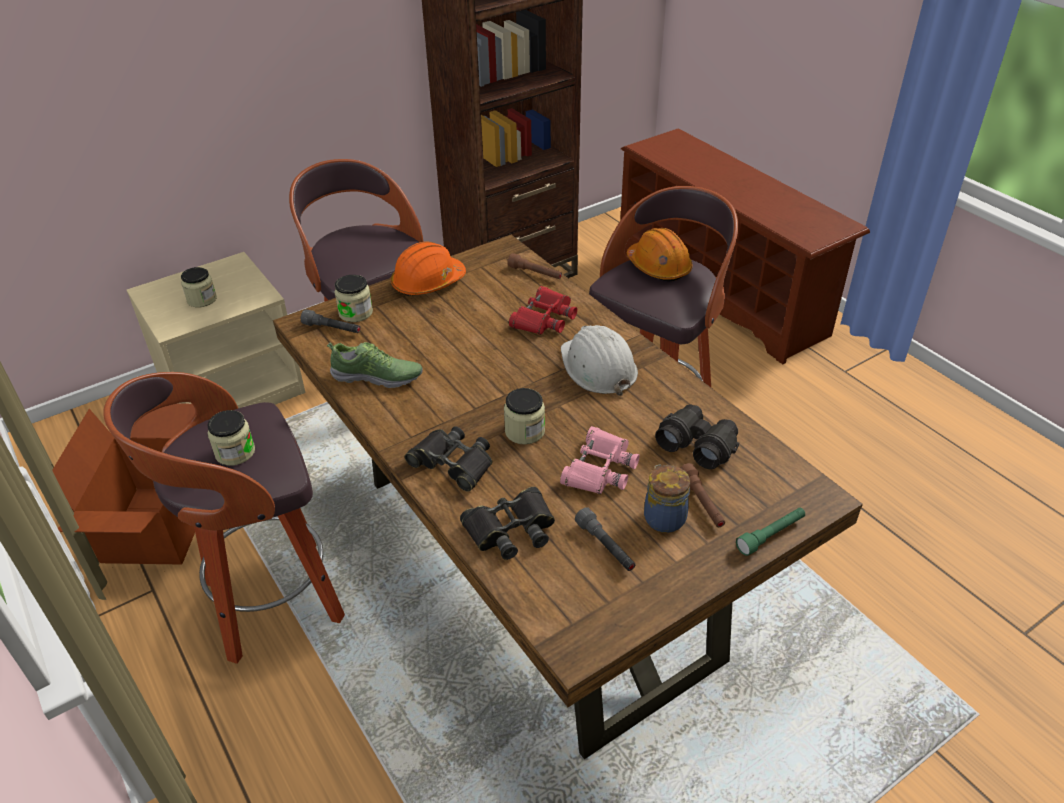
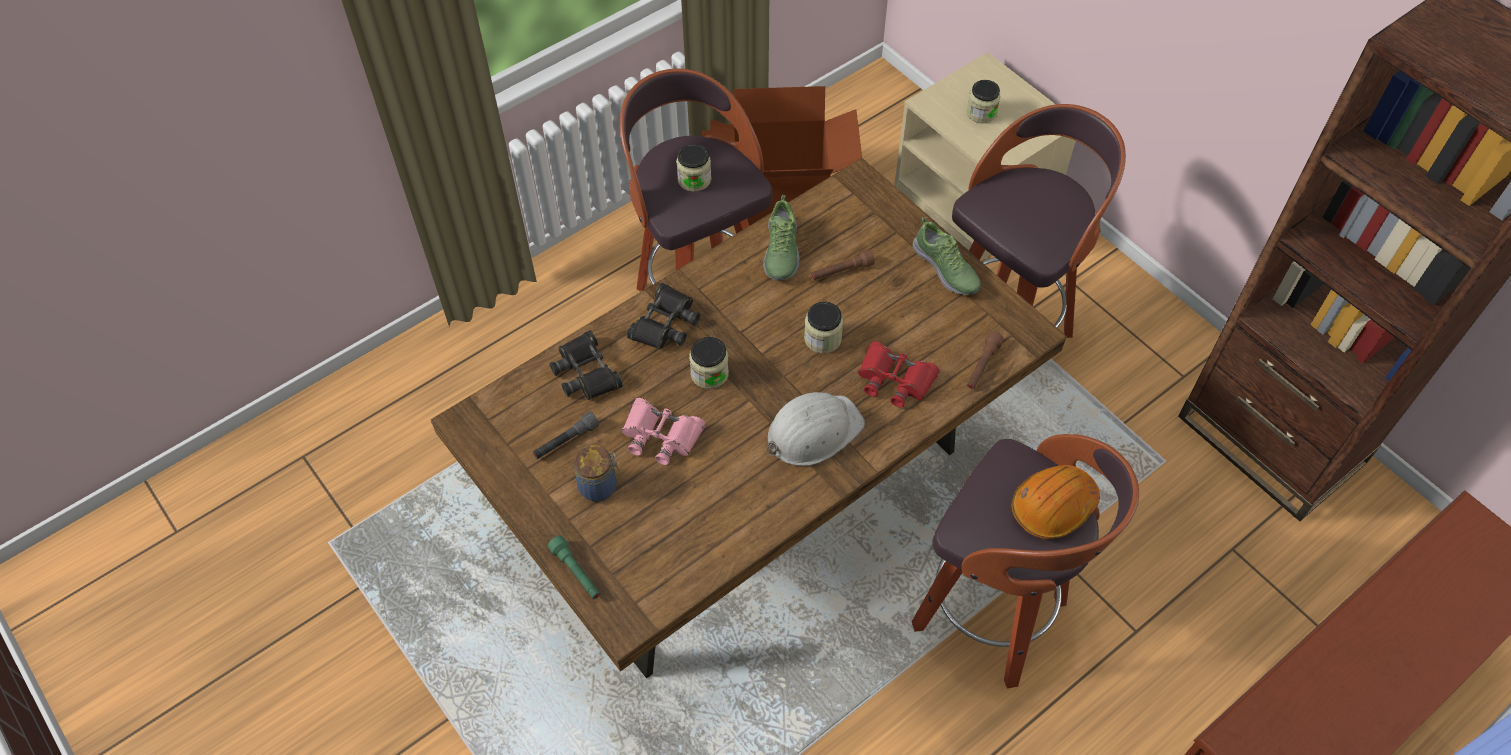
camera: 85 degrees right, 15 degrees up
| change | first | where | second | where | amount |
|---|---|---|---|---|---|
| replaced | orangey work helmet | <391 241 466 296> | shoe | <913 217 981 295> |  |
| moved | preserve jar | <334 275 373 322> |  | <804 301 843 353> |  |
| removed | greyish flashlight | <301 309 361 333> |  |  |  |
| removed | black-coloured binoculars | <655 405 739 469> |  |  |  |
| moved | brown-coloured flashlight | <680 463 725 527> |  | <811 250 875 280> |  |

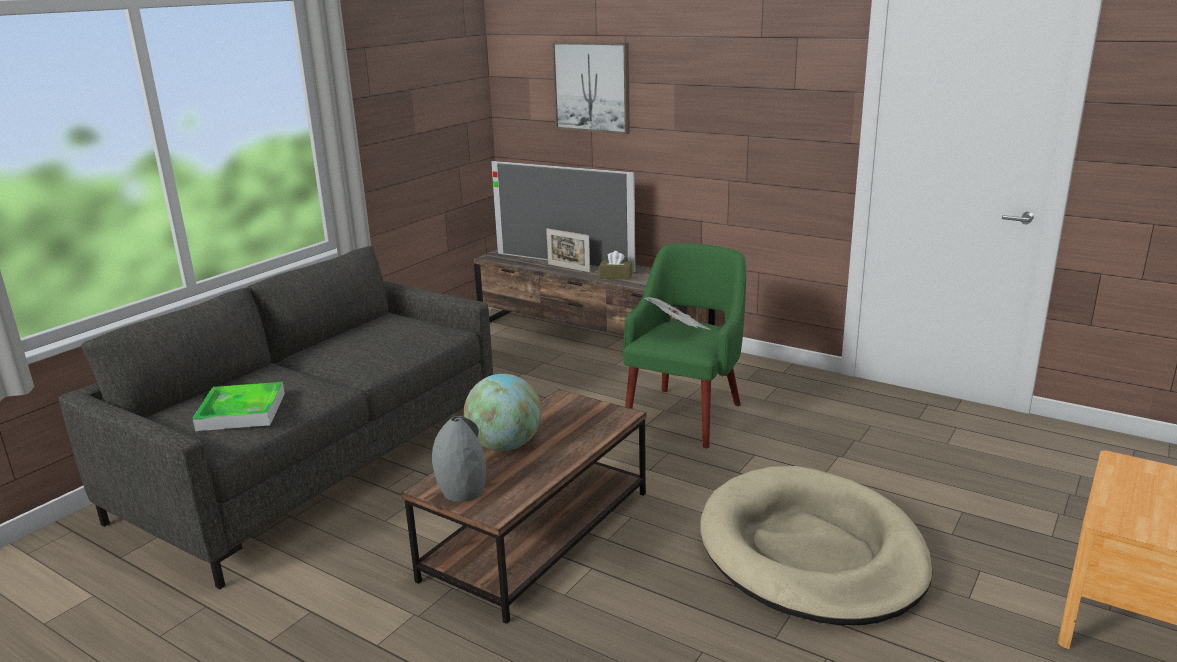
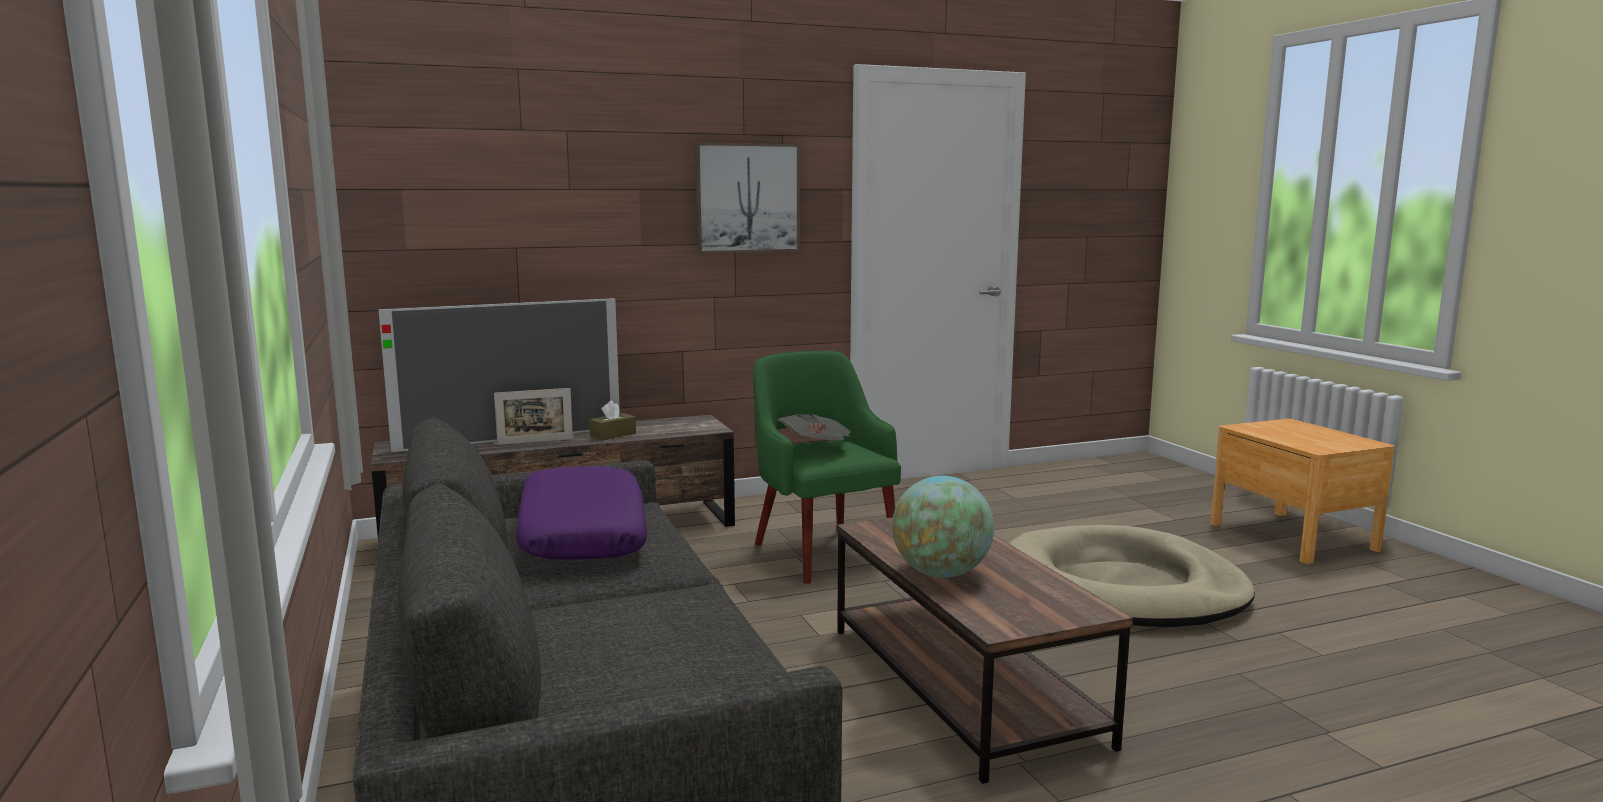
camera: 55 degrees left, 10 degrees down
| change | first | where | second | where | amount |
|---|---|---|---|---|---|
| moved | wall picture | <552 42 630 134> |  | <695 142 800 253> |  |
| removed | carrying tray | <192 382 285 431> |  |  |  |
| removed | greyish decorative vase | <432 416 486 502> |  |  |  |
| added |  |  | purple throw pillow | <516 466 647 560> |  |

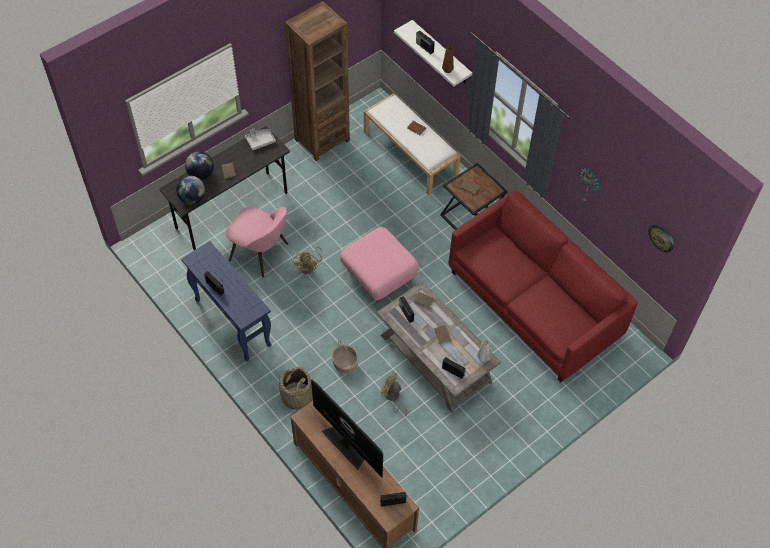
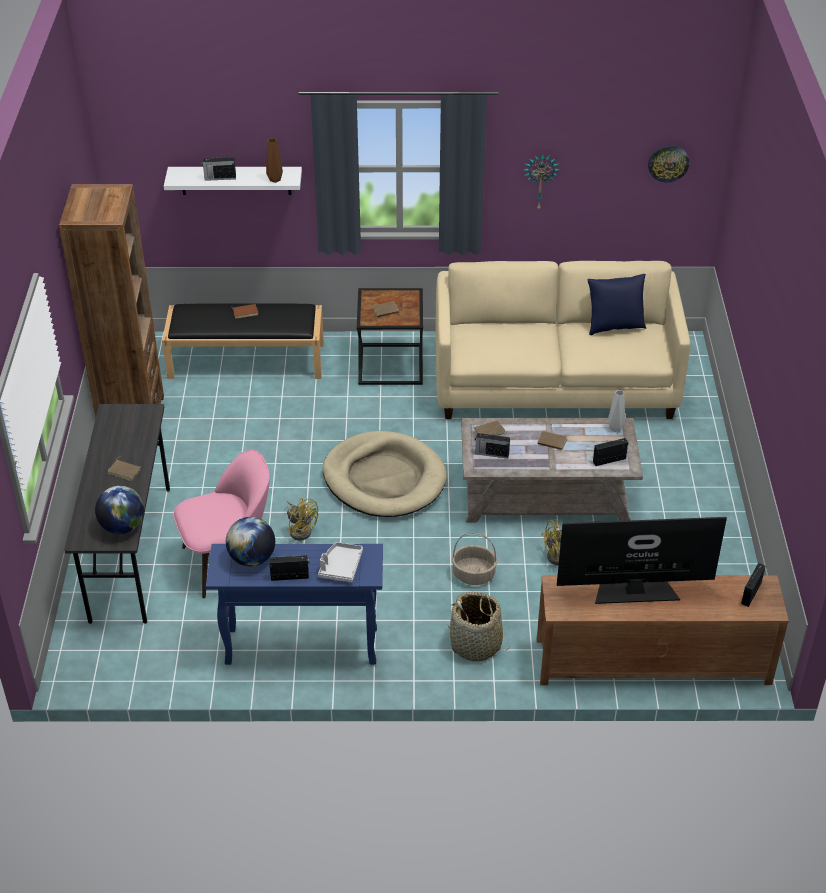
camera: 50 degrees left, 15 degrees down
| change | first | where | second | where | amount |
|---|---|---|---|---|---|
| recoloured | white long seat | <364 93 461 195> | black-coloured long seat | <162 303 324 379> |  |
| moved | greyish carrying tray | <245 128 276 150> |  | <318 542 363 582> |  |
| moved | world globe | <185 152 214 180> |  | <226 517 275 566> |  |
| recoloured | red-coloured couch | <449 190 637 382> | beige-coloured couch | <435 261 690 419> |  |
| replaced | pink ottoman | <340 227 419 305> | beige-coloured pet bed | <323 431 447 517> |  |
| added |  |  | blue-coloured throw pillow | <587 274 646 335> |  |

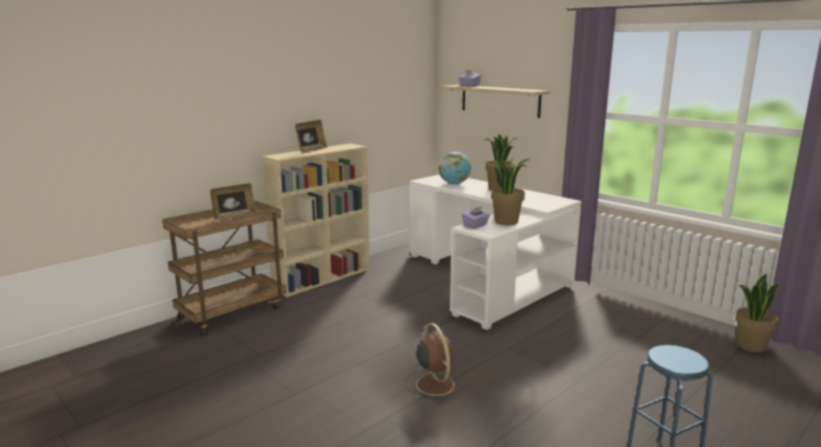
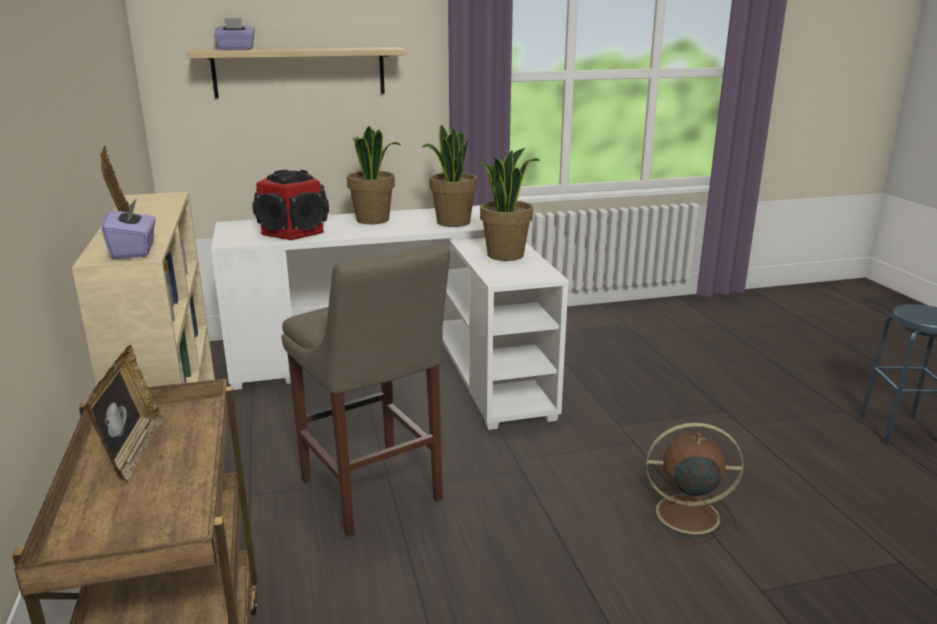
camera: 60 degrees left, 5 degrees up
| change | first | where | second | where | amount |
|---|---|---|---|---|---|
| replaced | world globe | <439 152 471 185> | audio speaker | <252 170 329 240> |  |
| moved | purple box of tissues | <462 206 490 229> |  | <102 198 156 259> |  |
| moved | houseplant | <735 274 782 353> |  | <421 124 477 227> |  |
| added |  |  | beige-coloured stool seat | <282 243 450 537> |  |

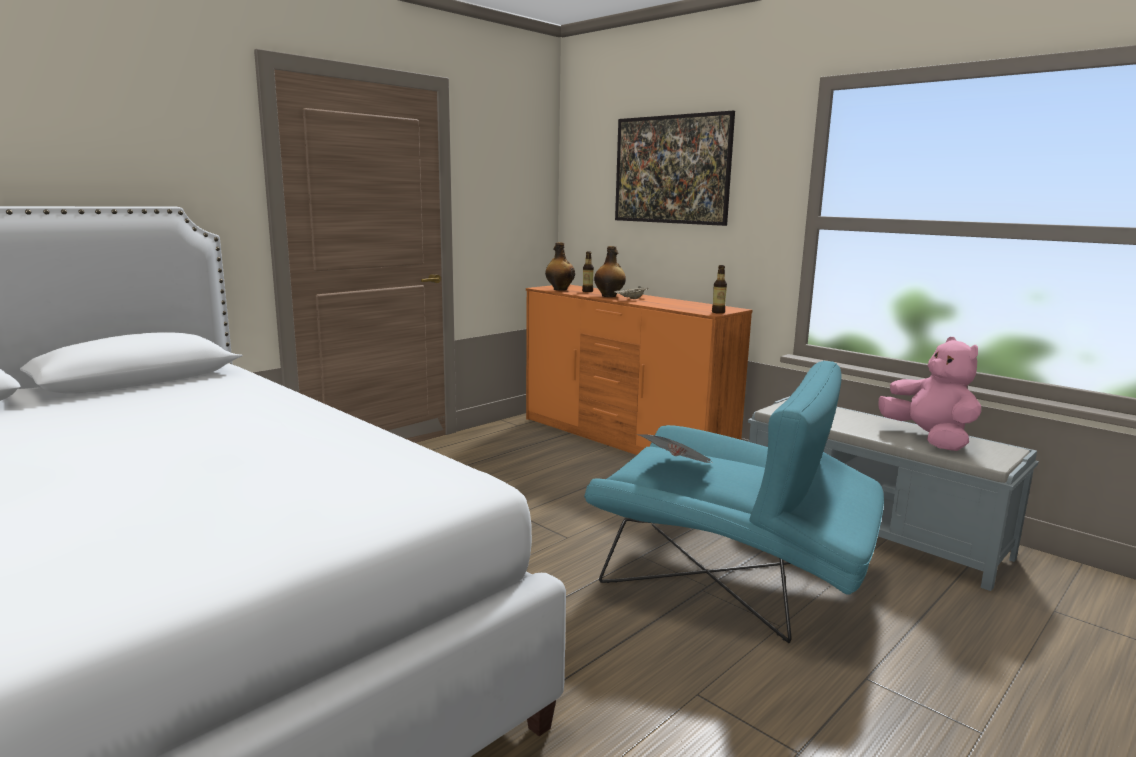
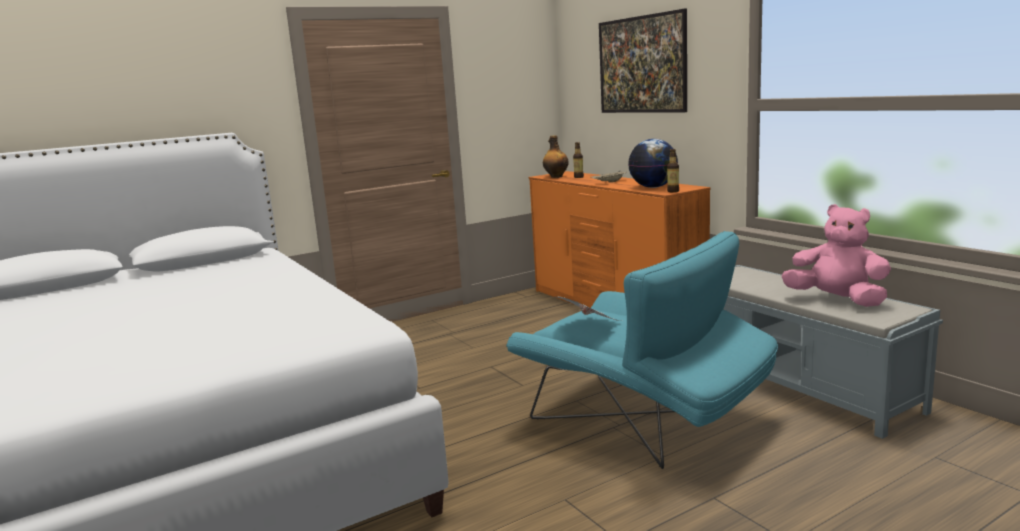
camera: 15 degrees right, 0 degrees up
| change | first | where | second | where | amount |
|---|---|---|---|---|---|
| removed | bottle | <594 246 626 297> |  |  |  |
| turned | pink soft toy | <878 337 981 451> |  | <782 204 891 307> | 45 degrees counterclockwise |
| added |  |  | world globe | <628 139 678 188> |  |

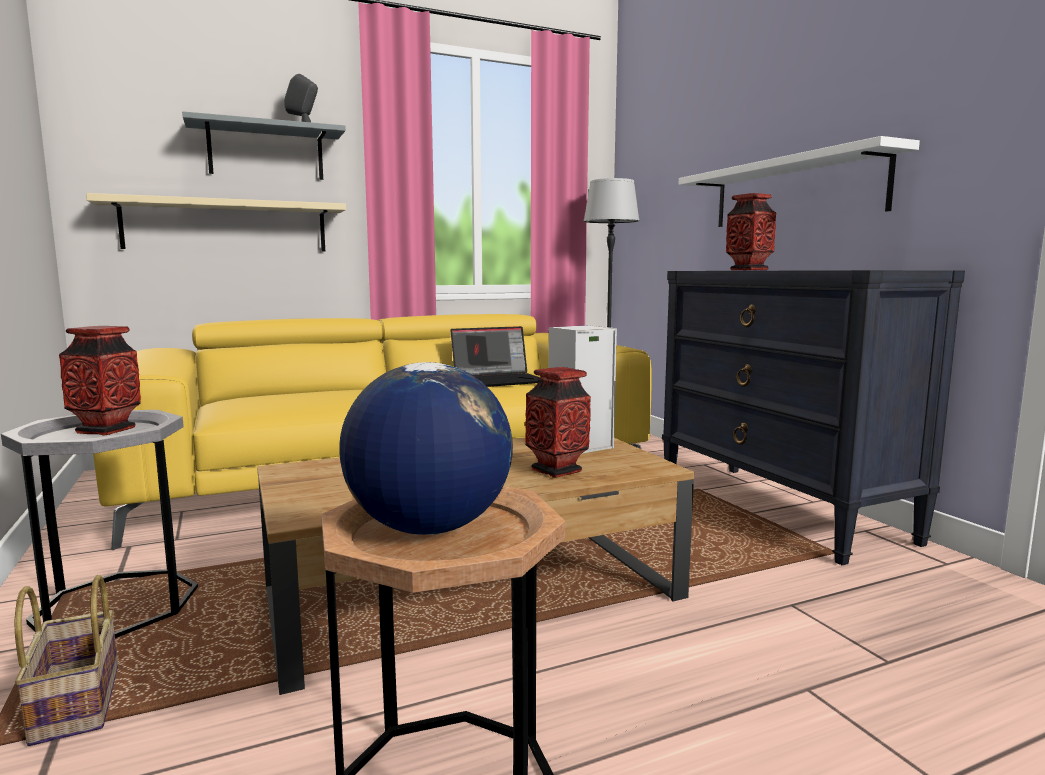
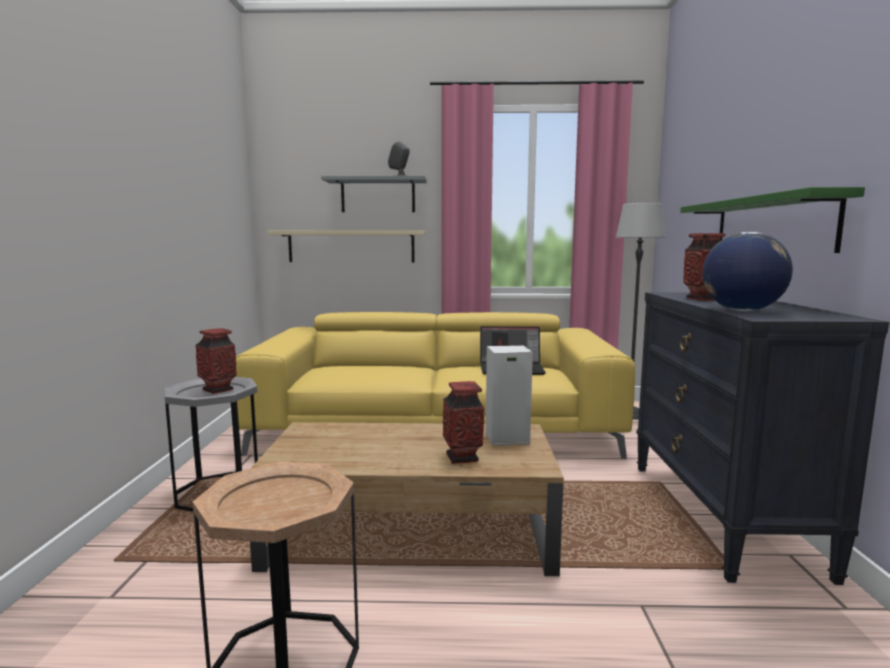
camera: 25 degrees right, 0 degrees up
| change | first | where | second | where | amount |
|---|---|---|---|---|---|
| recoloured | white bracket shelf | <678 136 920 227> | green-coloured bracket shelf | <680 187 865 253> |  |
| moved | world globe | <339 362 513 535> |  | <702 232 793 311> |  |
| removed | storage basket | <14 575 118 746> |  |  |  |

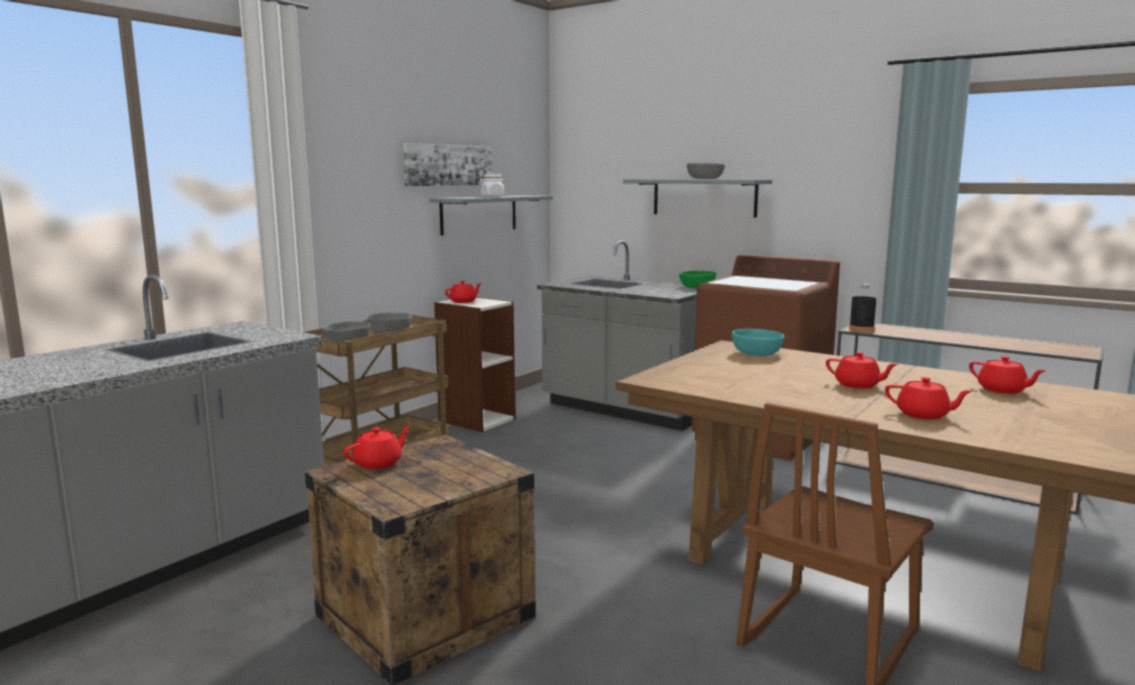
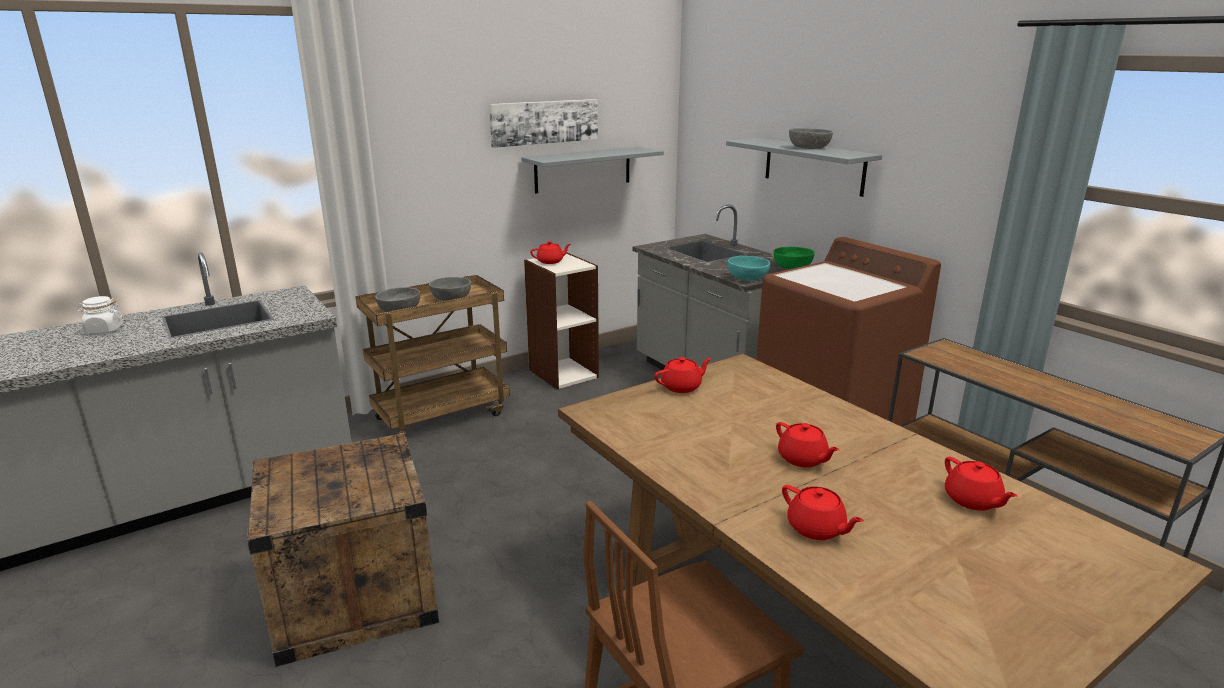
camera: 20 degrees right, 10 degrees up
| change | first | where | second | where | amount |
|---|---|---|---|---|---|
| moved | white preserve jar | <480 174 504 197> |  | <77 296 123 334> |  |
| removed | black-coloured bottle | <849 284 876 332> |  |  |  |
| moved | turquoise-coloured serving bowl | <732 329 784 356> |  | <728 256 770 280> |  |
| moved | red-coloured tea pot | <344 426 411 469> |  | <654 357 712 393> |  |

